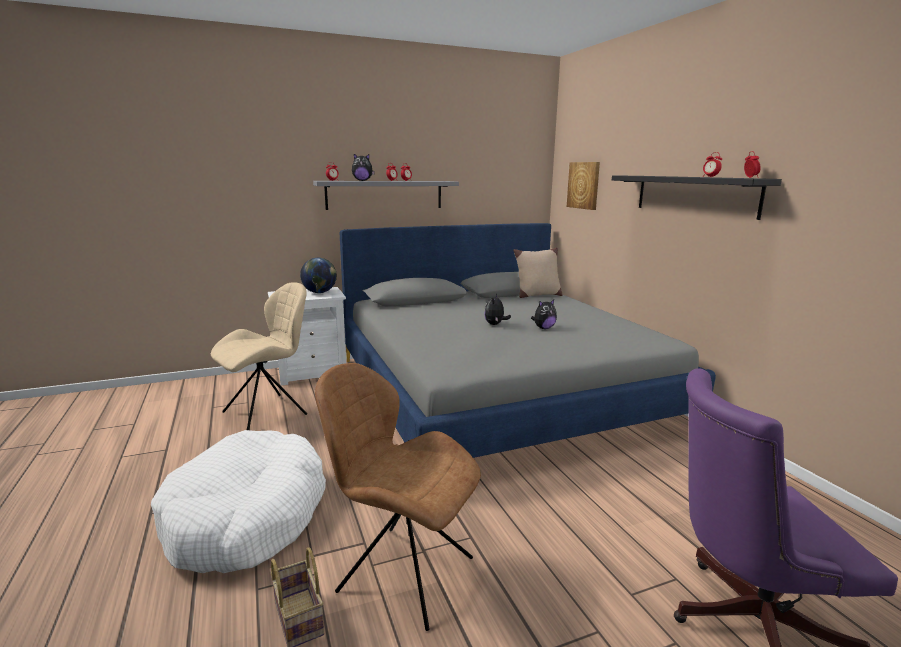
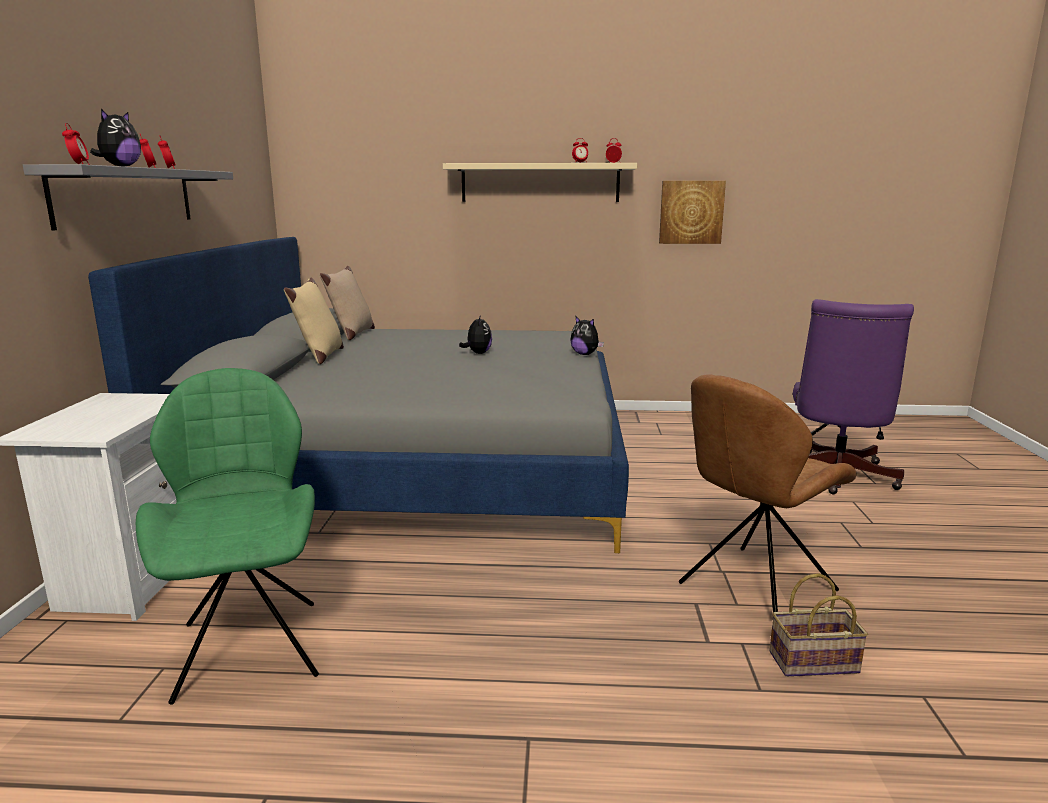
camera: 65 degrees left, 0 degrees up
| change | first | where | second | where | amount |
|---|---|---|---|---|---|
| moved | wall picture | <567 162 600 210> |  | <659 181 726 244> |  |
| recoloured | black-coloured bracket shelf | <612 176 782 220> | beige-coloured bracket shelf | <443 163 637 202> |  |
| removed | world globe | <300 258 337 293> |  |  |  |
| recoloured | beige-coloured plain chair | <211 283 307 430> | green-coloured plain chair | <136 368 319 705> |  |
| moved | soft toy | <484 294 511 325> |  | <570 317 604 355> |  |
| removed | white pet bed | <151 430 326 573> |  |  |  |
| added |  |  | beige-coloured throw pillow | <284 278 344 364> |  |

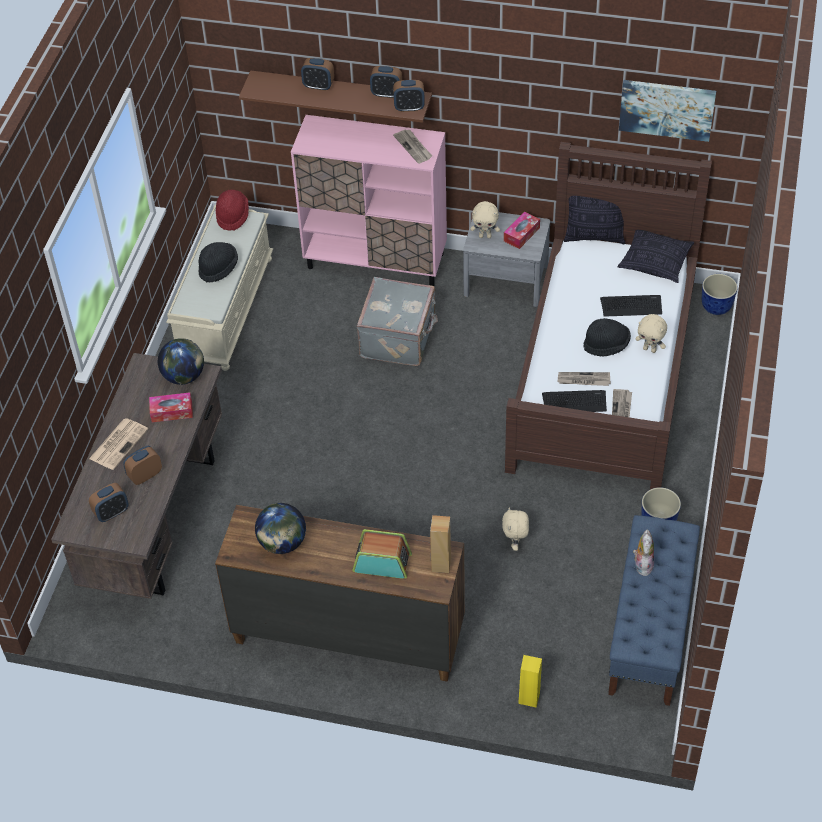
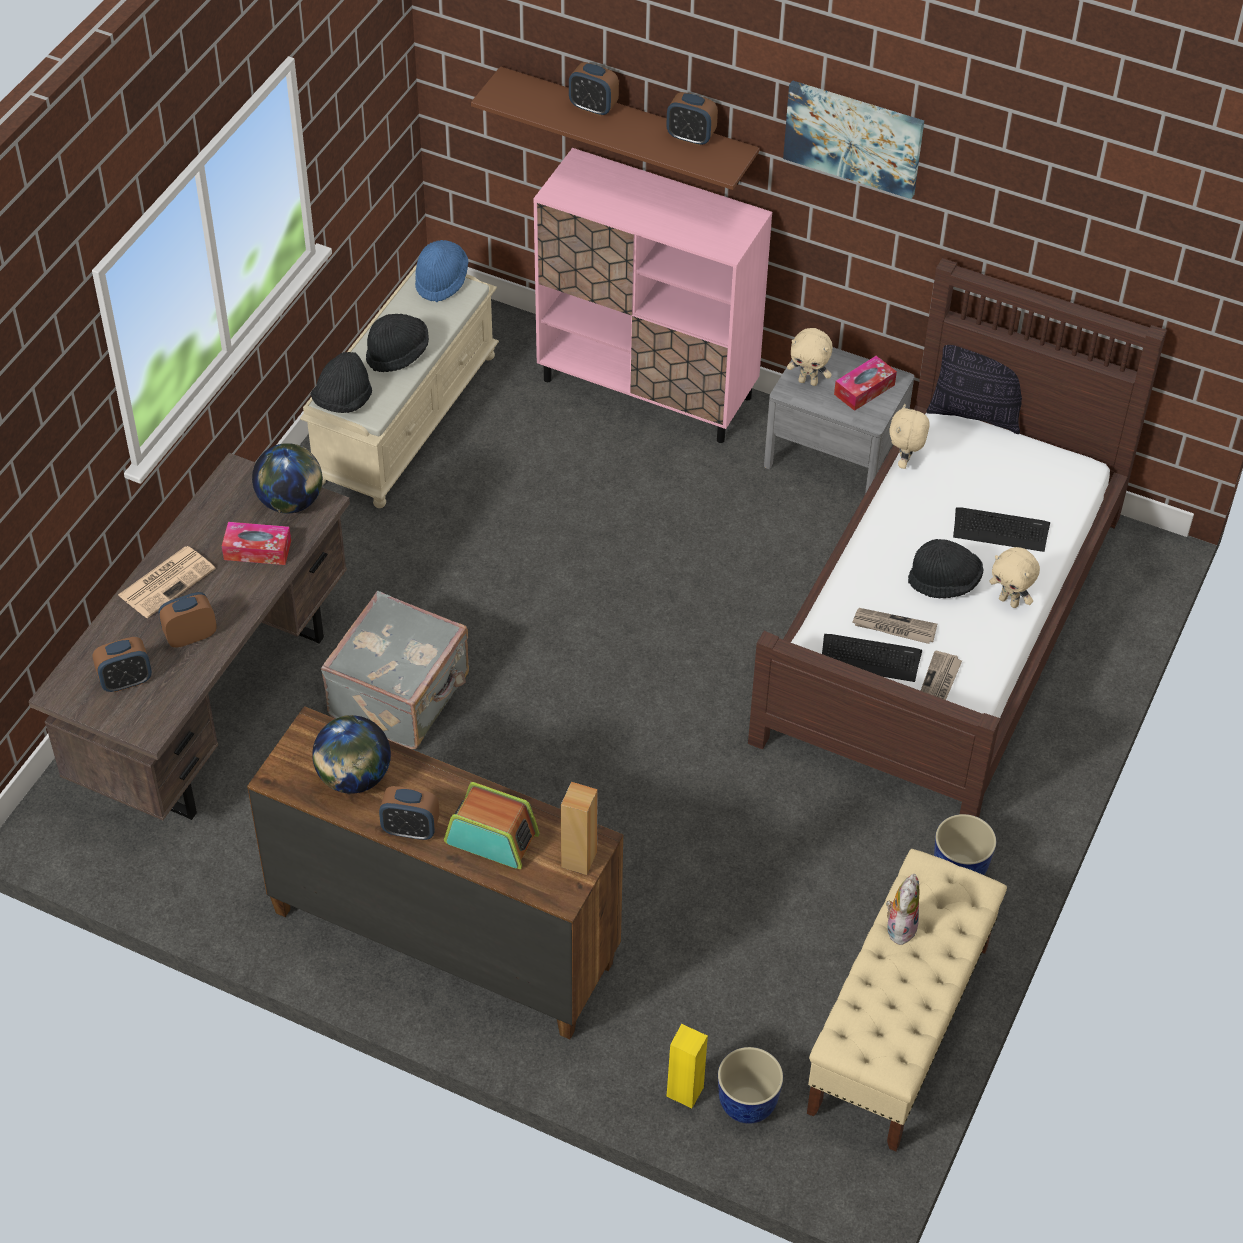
camera: 10 degrees right, 0 degrees up
| change | first | where | second | where | amount |
|---|---|---|---|---|---|
| moved | table clock | <393 80 425 112> |  | <379 786 439 840> |  |
| moved | wall picture | <619 80 716 142> |  | <783 80 924 199> |  |
| removed | newspaper | <393 129 432 164> |  |  |  |
| recoloured | red-coloured wearable hat | <216 190 249 231> | blue-coloured wearable hat | <415 240 468 302> |  |
| removed | throw pillow | <618 230 694 283> |  |  |  |
| moved | planter | <702 274 738 315> |  | <718 1047 783 1124> |  |
| moved | greyish travel case | <357 277 438 366> |  | <321 591 469 749> |  |
| moved | beige-coloured soft toy | <502 507 529 551> |  | <889 404 930 469> |  |
| recoloured | blue-coloured long seat | <608 515 700 706> | beige-coloured long seat | <807 849 1007 1151> |  |
| added |  |  | black-coloured wearable hat | <311 352 372 413> |  |

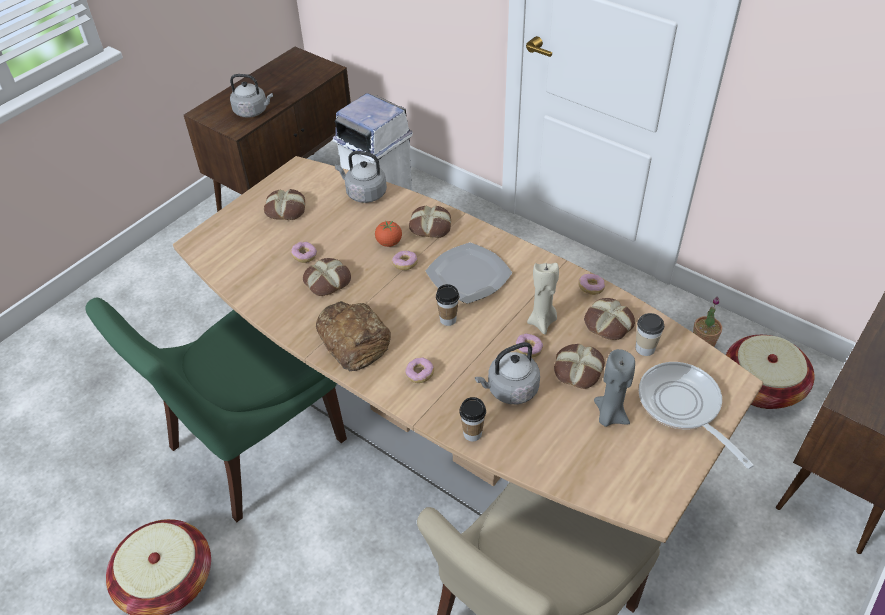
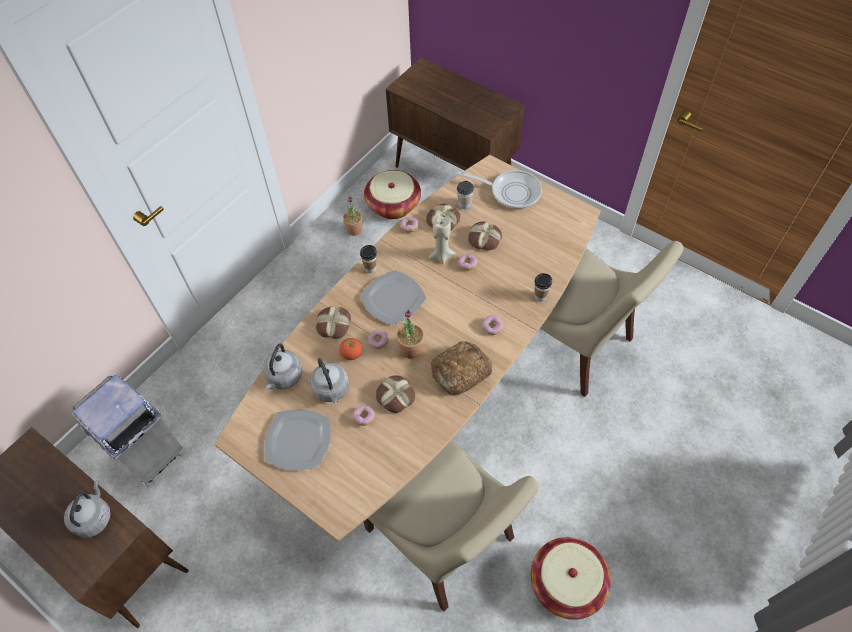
camera: 90 degrees left, 10 degrees up
| change | first | where | second | where | amount |
|---|---|---|---|---|---|
| replaced | bakery bread | <264 189 305 220> | dinner plate | <264 409 331 471> |  |
| moved | cup | <436 284 459 326> |  | <360 245 377 273> |  |
| recoloured | green-coloured plain chair | <85 298 347 522> | beige-coloured plain chair | <364 439 539 611> |  |
| moved | greyish kettle | <475 342 540 404> |  | <310 358 349 404> |  |
| removed | greyish candle | <594 349 635 427> |  |  |  |
| turned | frying pan | <639 362 754 469> |  | <457 170 542 209> | 135 degrees counterclockwise |
| added |  |  | houseplant | <397 310 424 359> |  |

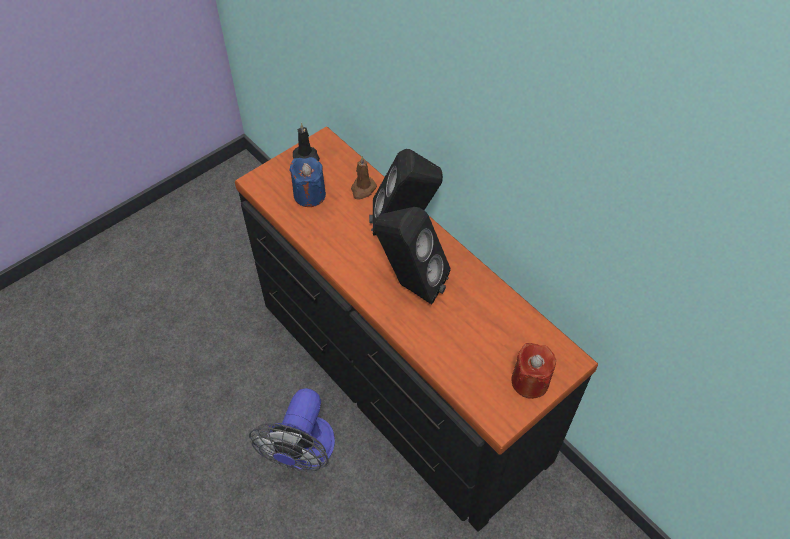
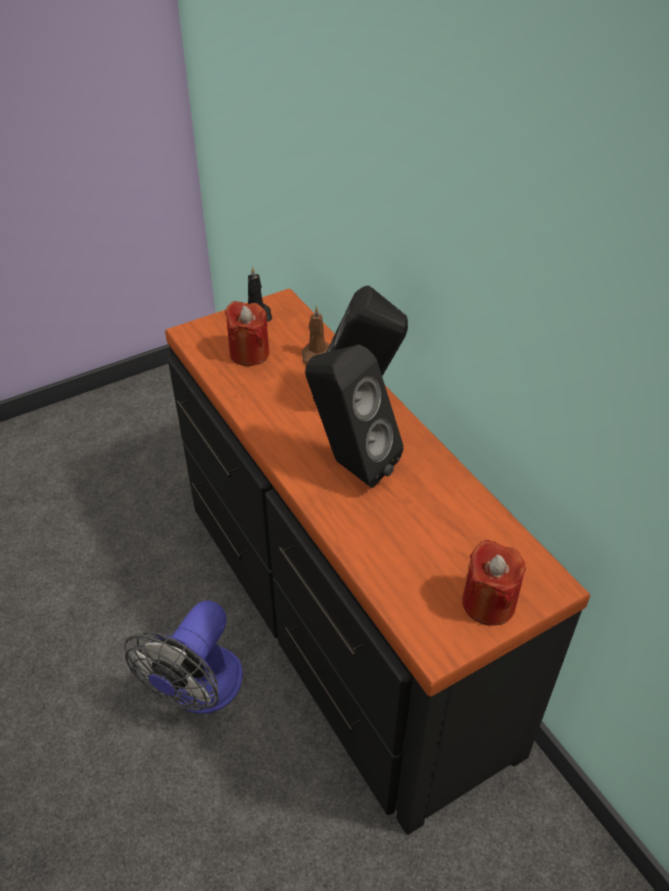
camera: 10 degrees right, 10 degrees down
| change | first | where | second | where | amount |
|---|---|---|---|---|---|
| recoloured | blue-coloured candle | <289 157 326 207> | red-coloured candle | <225 301 269 366> |  |

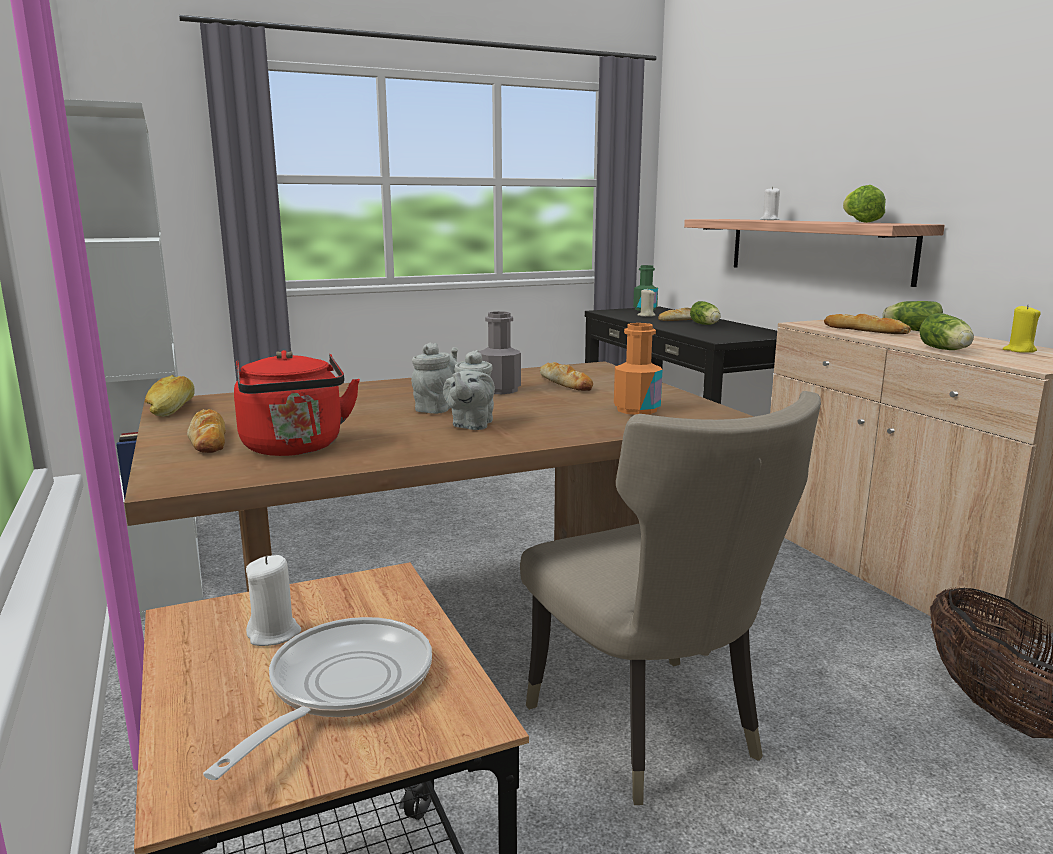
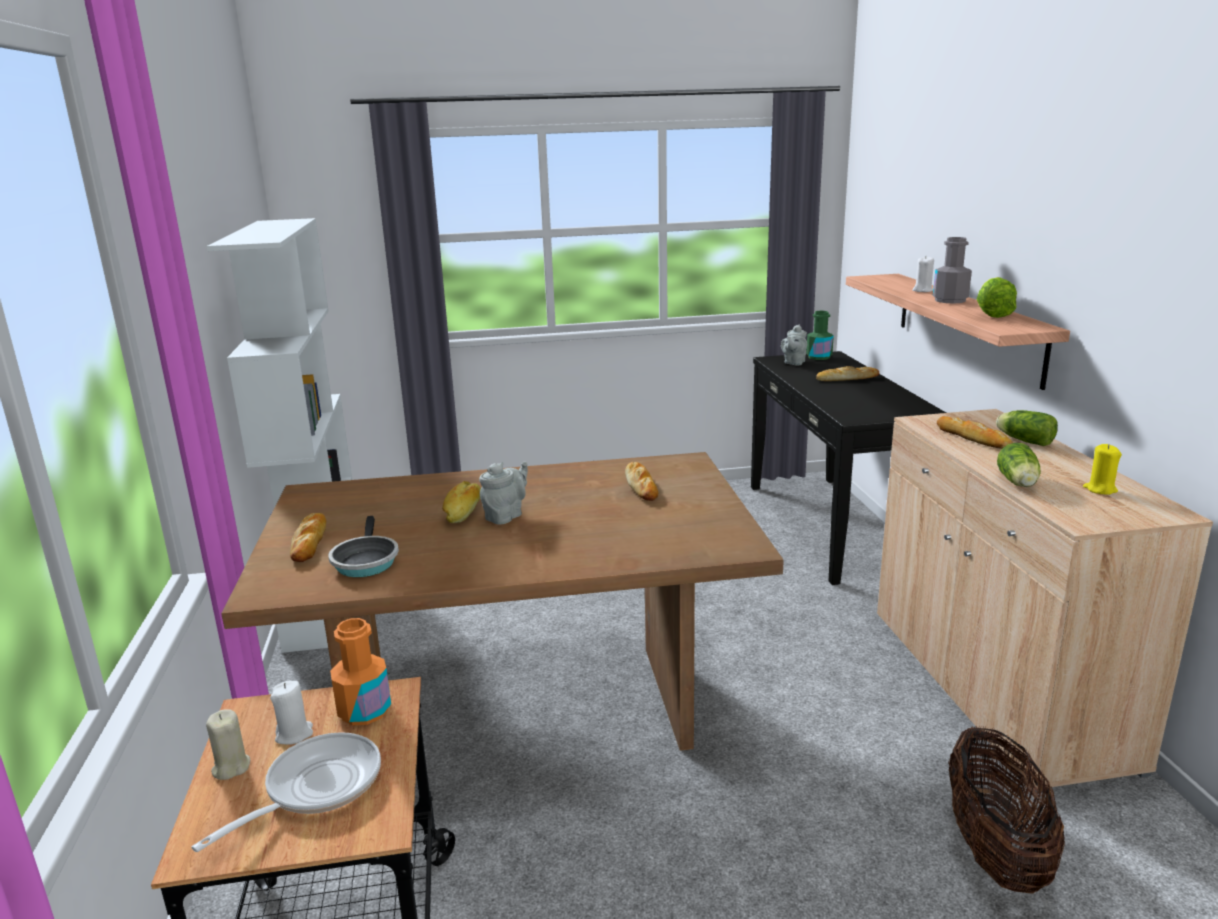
camera: 15 degrees right, 5 degrees up
| change | first | where | second | where | amount |
|---|---|---|---|---|---|
| moved | beige-coloured candle | <638 289 655 317> |  | <206 709 250 780> |  |
| removed | head of lettuce | <690 301 721 325> |  |  |  |
| moved | greyish bottle | <479 311 521 394> |  | <933 237 972 304> |  |
| moved | orangey bottle | <614 323 662 415> |  | <330 618 391 725> |  |
| replaced | red-coloured kettle | <234 350 360 456> | frying pan | <328 516 399 577> |  |
| moved | greyish tea pot | <443 350 495 430> |  | <781 325 807 365> |  |
| moved | bakery bread | <145 375 195 417> |  | <442 481 481 523> |  |
| removed | beige-coloured plain chair | <520 391 821 805> |  |  |  |

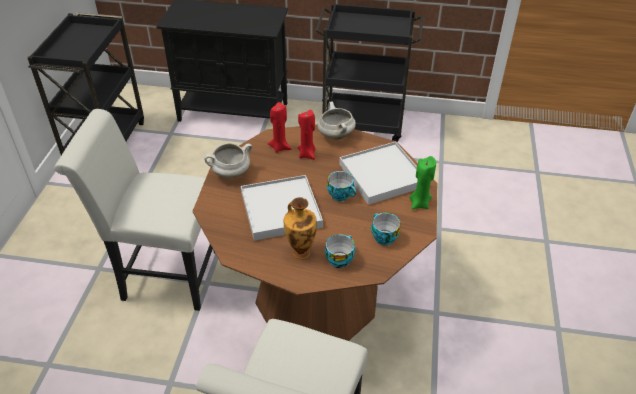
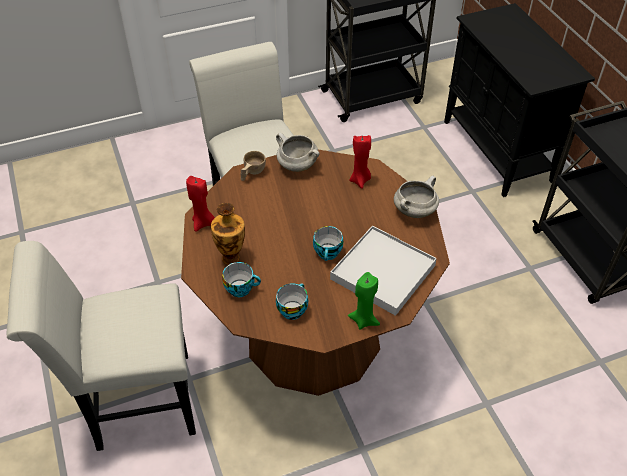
camera: 60 degrees right, 5 degrees up
| change | first | where | second | where | amount |
|---|---|---|---|---|---|
| moved | red-coloured candle | <298 109 315 160> |  | <186 176 215 232> |  |
| removed | white carrying tray | <241 175 323 241> |  |  |  |
| added |  |  | beige-coloured cup | <241 151 266 181> |  |

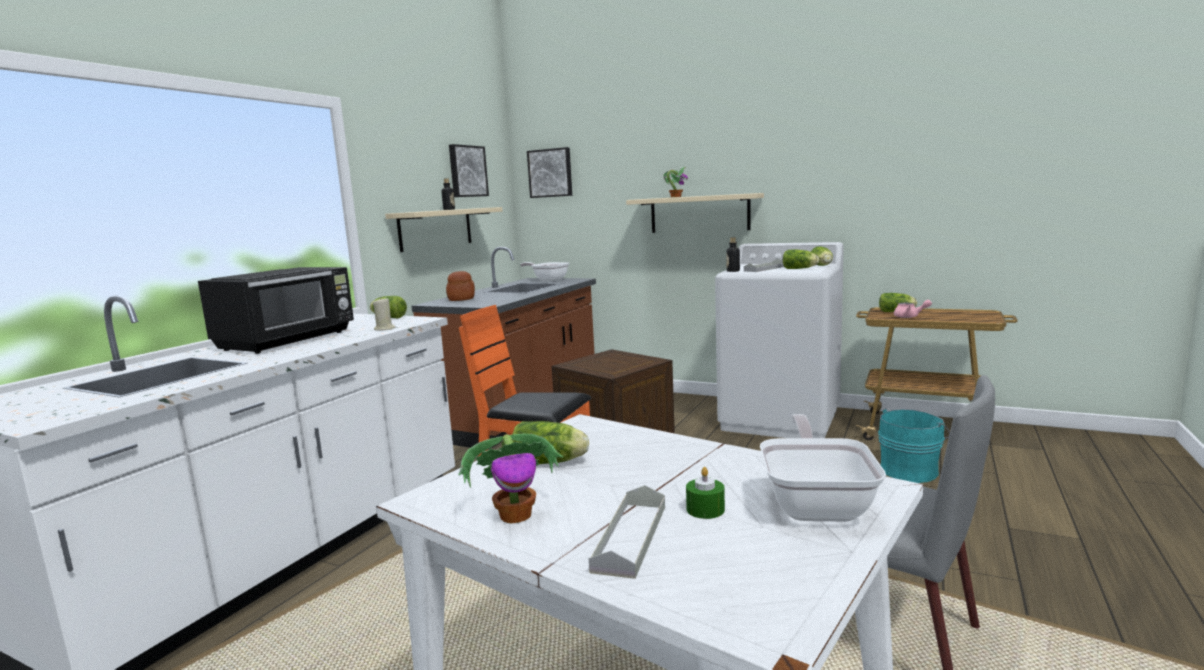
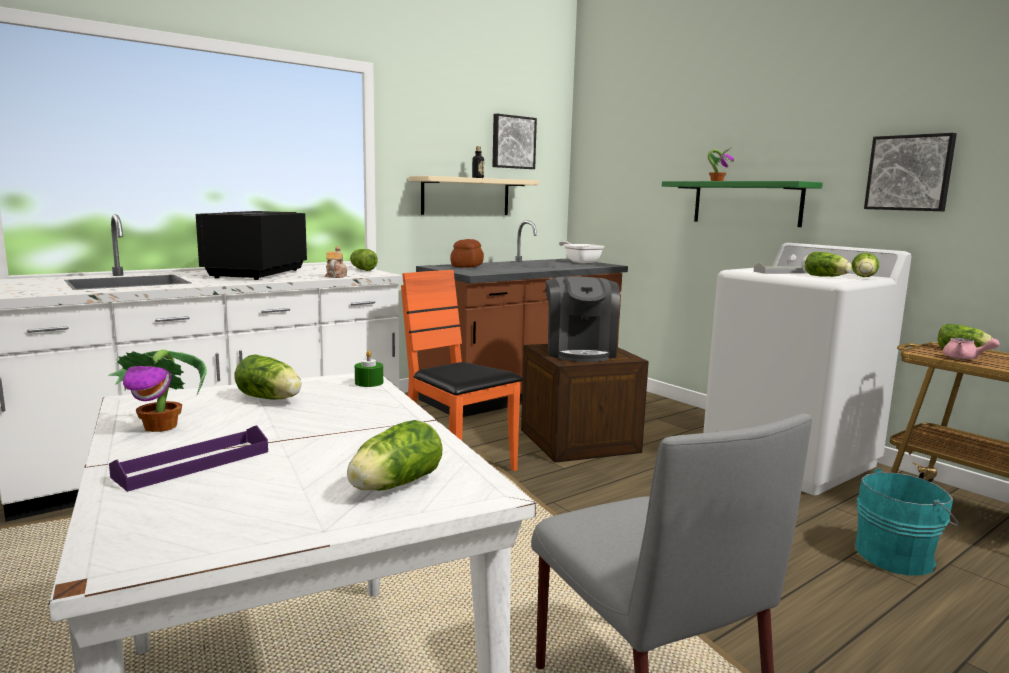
camera: 25 degrees right, 0 degrees up
| change | first | where | second | where | amount |
|---|---|---|---|---|---|
| moved | wall picture | <527 147 572 198> |  | <864 133 957 211> |  |
| recoloured | beige-coloured bracket shelf | <626 193 764 233> | green-coloured bracket shelf | <662 181 823 227> |  |
| removed | bottle | <726 237 740 272> |  |  |  |
| turned | black-coloured microwave | <198 267 354 354> |  | <196 211 307 280> | 135 degrees clockwise |
| replaced | beige-coloured candle | <373 298 396 331> | tea pot | <325 246 347 278> |  |
| replaced | frying pan | <760 414 886 522> | head of lettuce | <347 420 443 491> |  |
| moved | green-coloured candle | <686 467 725 519> |  | <355 350 383 387> |  |
| recoloured | greyish carrying tray | <589 485 665 579> | purple carrying tray | <109 425 268 492> |  |
| added |  |  | coffee brewer | <546 277 620 362> |  |

